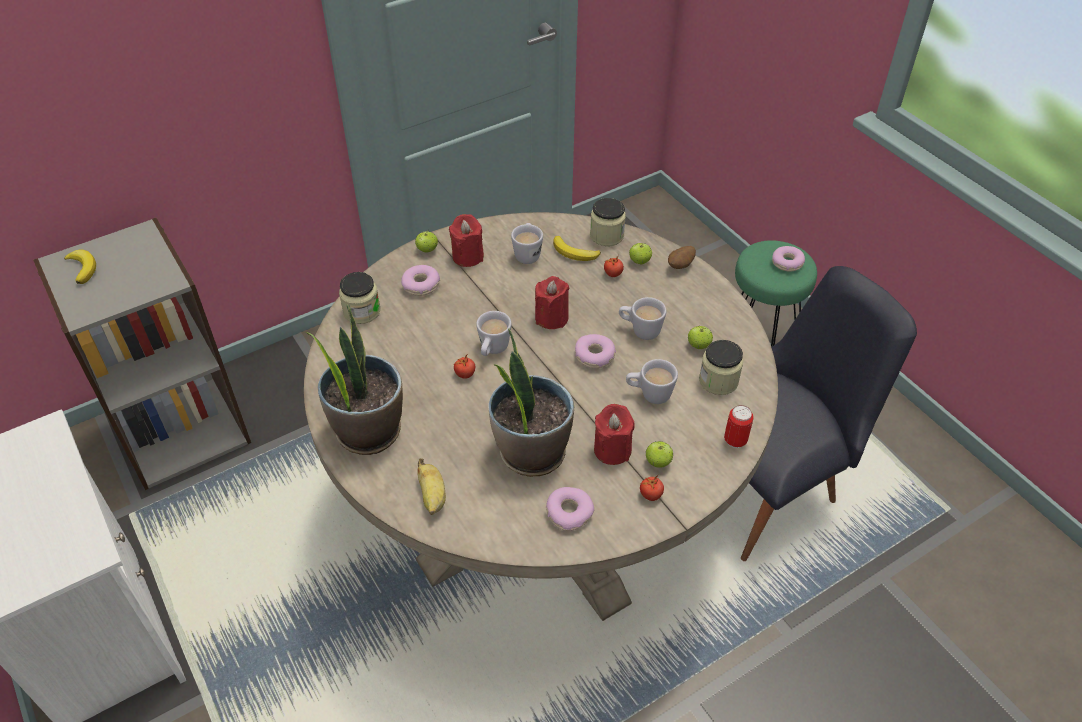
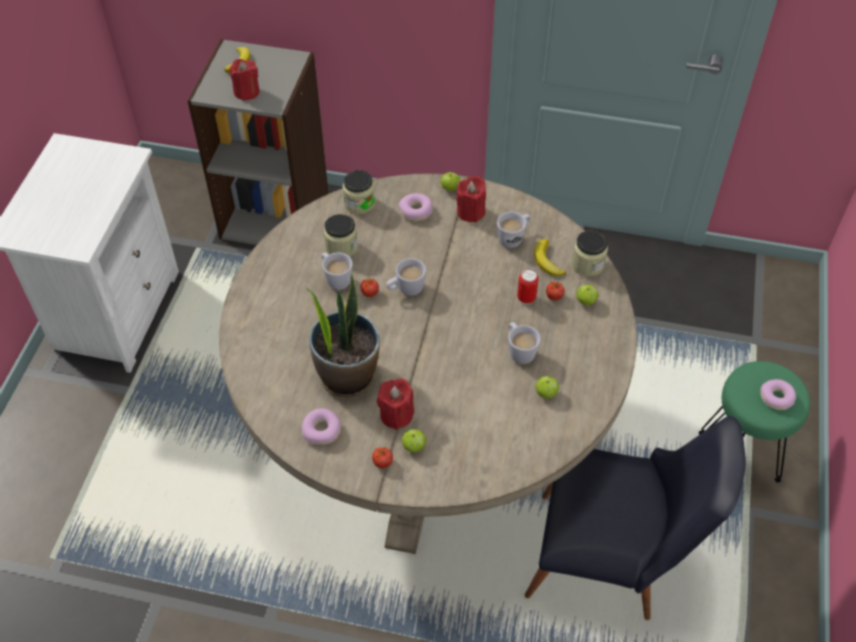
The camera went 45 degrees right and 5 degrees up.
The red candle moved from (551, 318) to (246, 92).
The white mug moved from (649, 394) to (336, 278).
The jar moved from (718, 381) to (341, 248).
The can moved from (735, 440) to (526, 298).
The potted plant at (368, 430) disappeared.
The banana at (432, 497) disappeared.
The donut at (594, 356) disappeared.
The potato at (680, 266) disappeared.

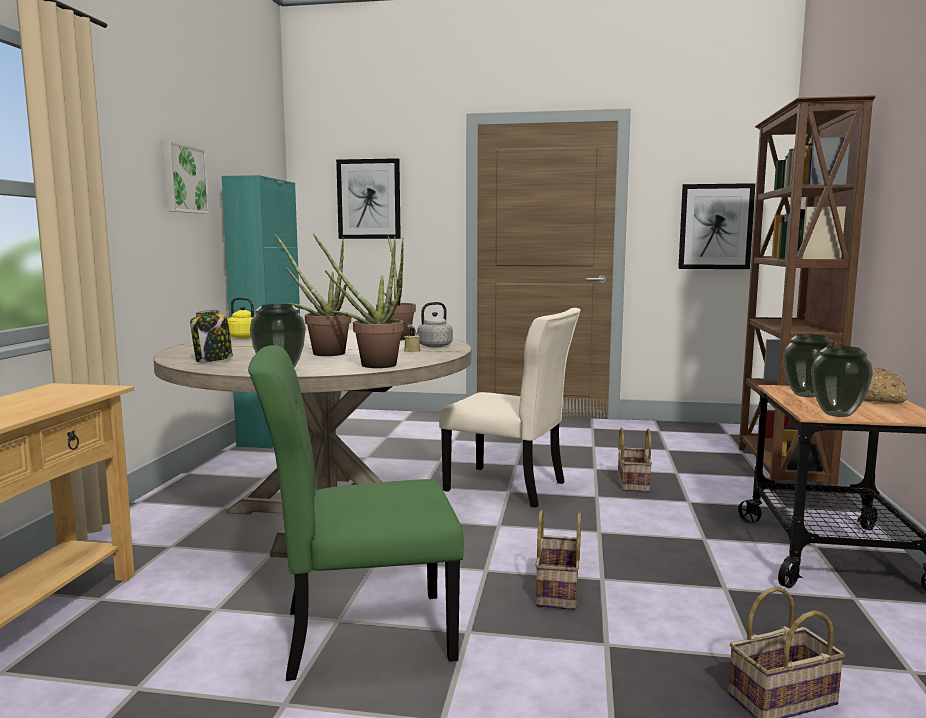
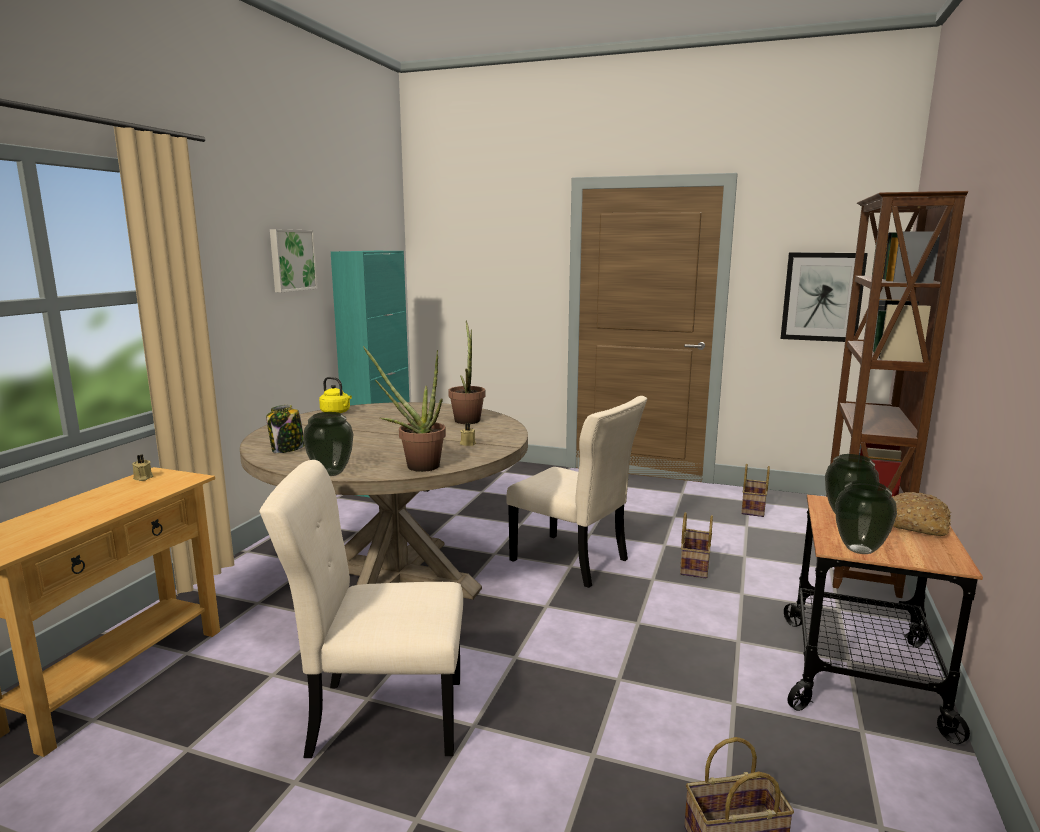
The camera went 10 degrees right and 5 degrees up.
The beige candle at (142, 478) appeared.
The green chair at (359, 634) became the beige chair at (380, 716).
The basket moved from (559, 592) to (754, 509).
The potted plant at (322, 353) disappeared.
The picture at (369, 199) disappeared.
The grey kettle at (432, 346) disappeared.

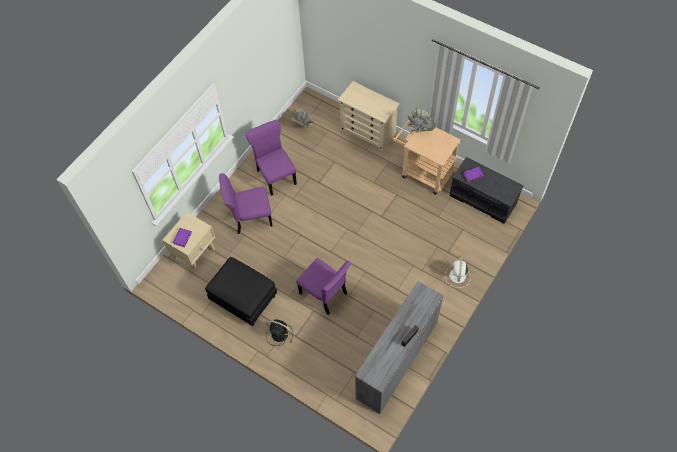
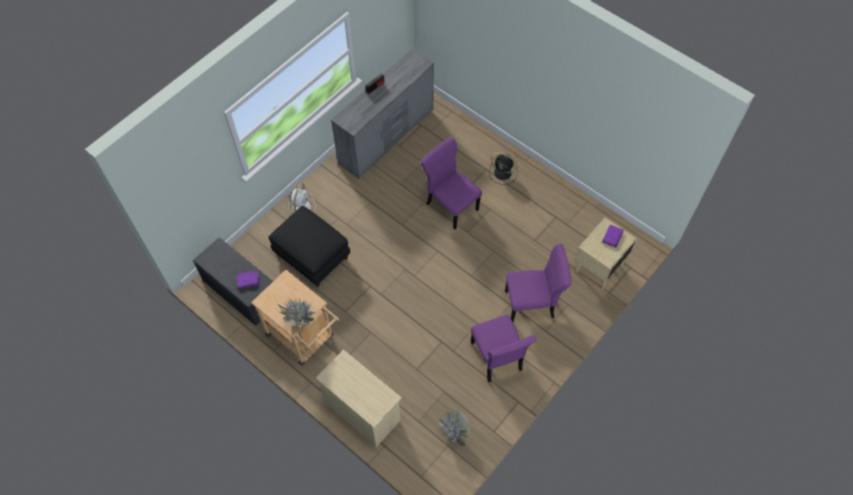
The camera went 175 degrees left and 0 degrees up.
The black ottoman moved from (244, 298) to (311, 256).

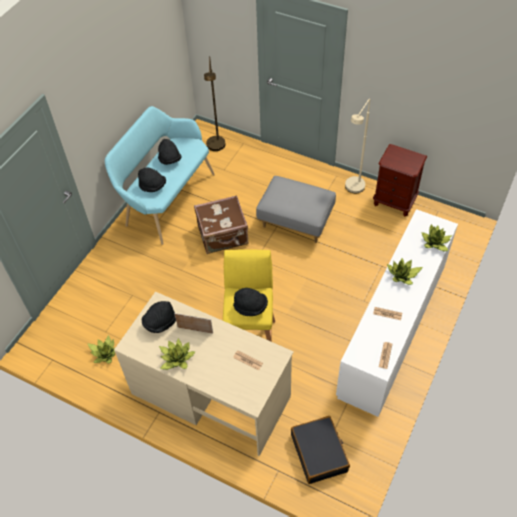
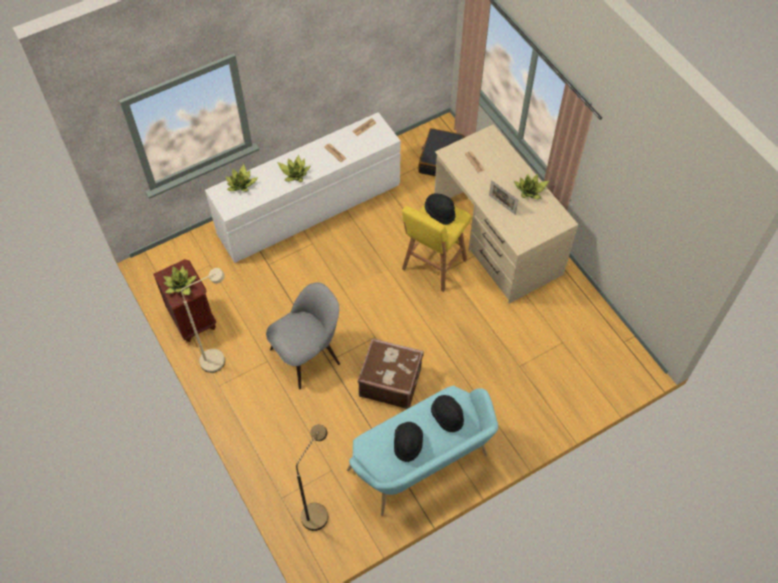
The camera went 150 degrees left and 5 degrees up.
The potted plant moved from (105, 353) to (180, 285).
The grey ottoman at (295, 222) was replaced by the grey chair at (307, 354).
The black hat at (160, 322) disappeared.

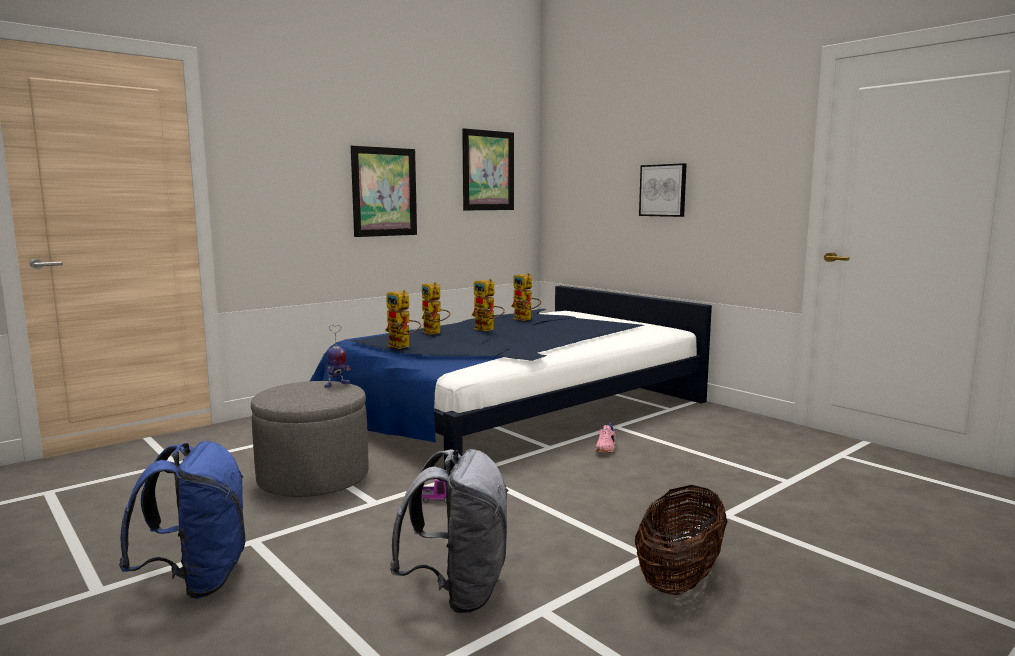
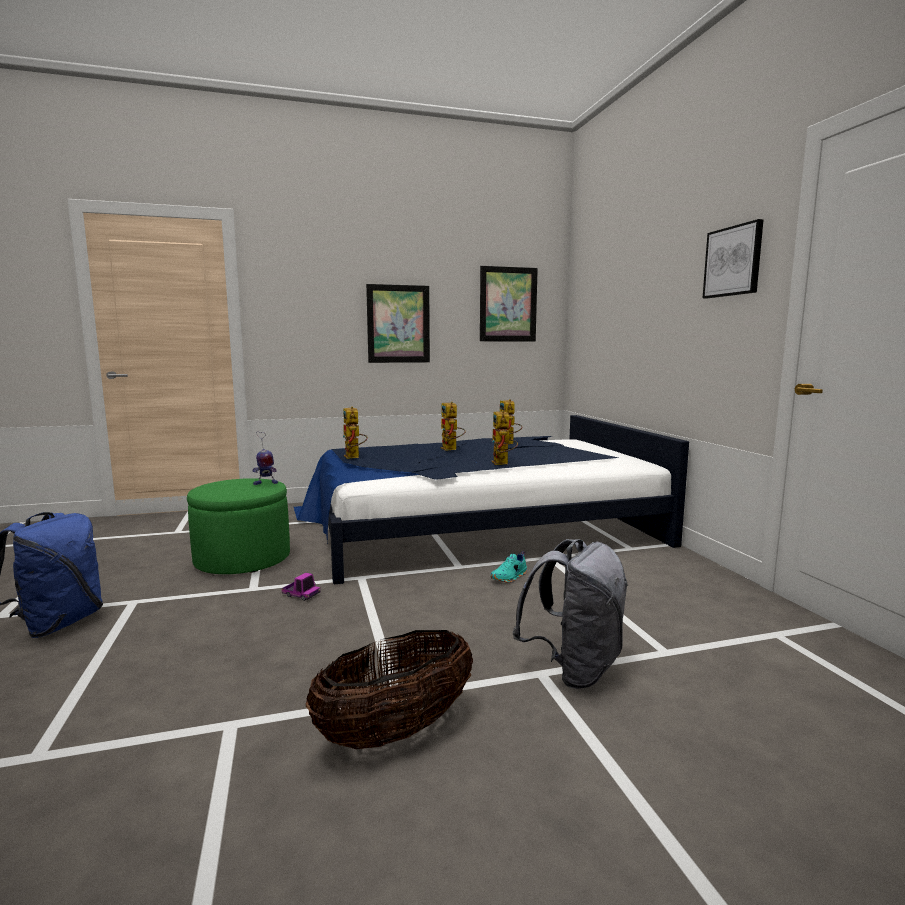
The camera went 25 degrees right and 0 degrees up.
The grey ottoman at (313, 478) became the green ottoman at (242, 559).
The pink shoe at (606, 448) became the turquoise shoe at (510, 577).
The toy robot moved from (435, 333) to (502, 463).
The grey backpack moved from (458, 592) to (574, 669).
The picture moved from (663, 190) to (733, 261).

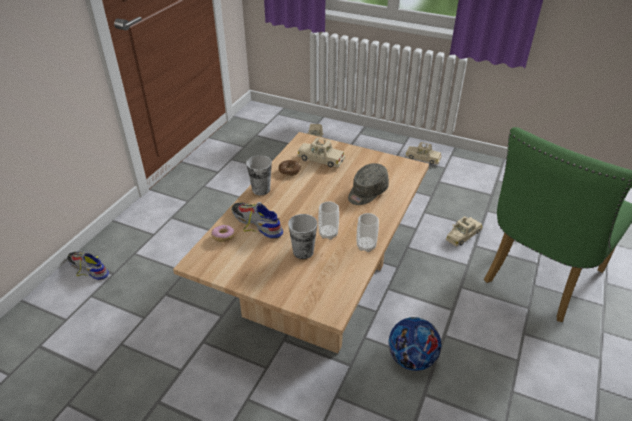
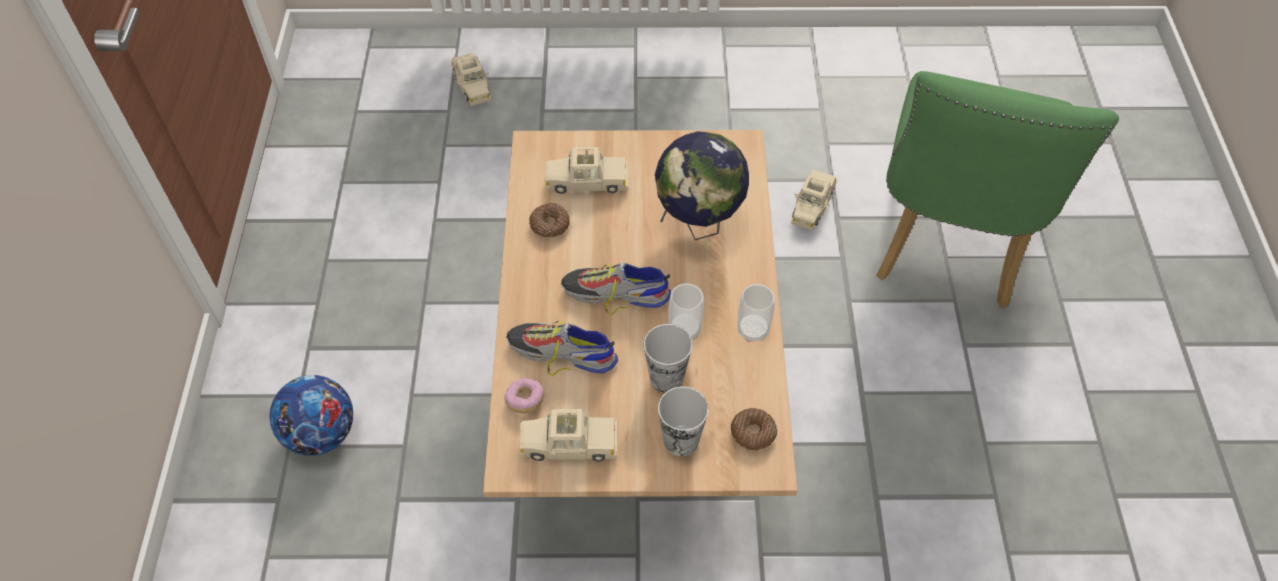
The camera went 25 degrees left and 15 degrees up.
The football moved from (411, 359) to (321, 434).
The beige toy car moved from (422, 158) to (569, 444).
The shoe moved from (88, 268) to (615, 292).
The grey cap at (367, 192) was replaced by the globe at (699, 225).
The cup moved from (261, 189) to (681, 440).
The donut at (753, 433) appeared.

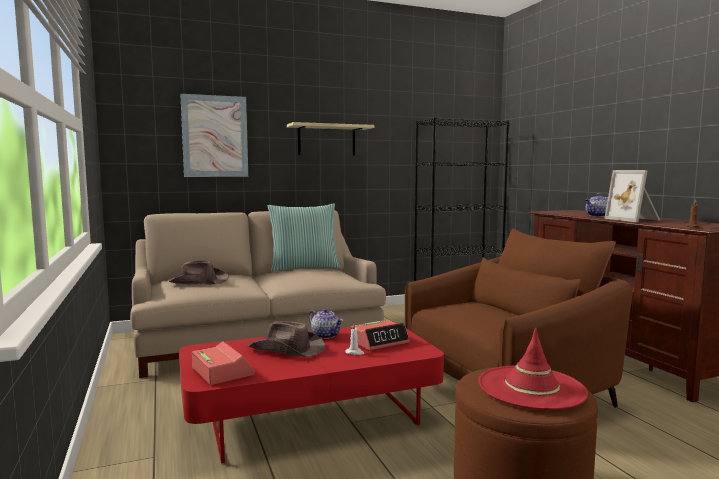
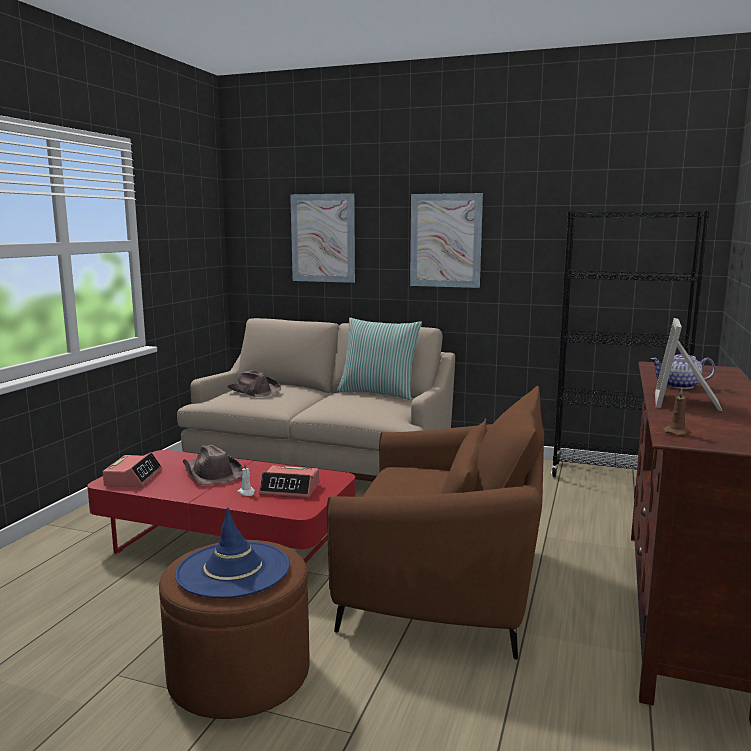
The camera went 40 degrees right and 5 degrees up.
The red hat at (531, 388) became the blue hat at (233, 570).
The beige shelf at (326, 140) was replaced by the picture at (445, 240).
The teapot at (326, 335) disappeared.

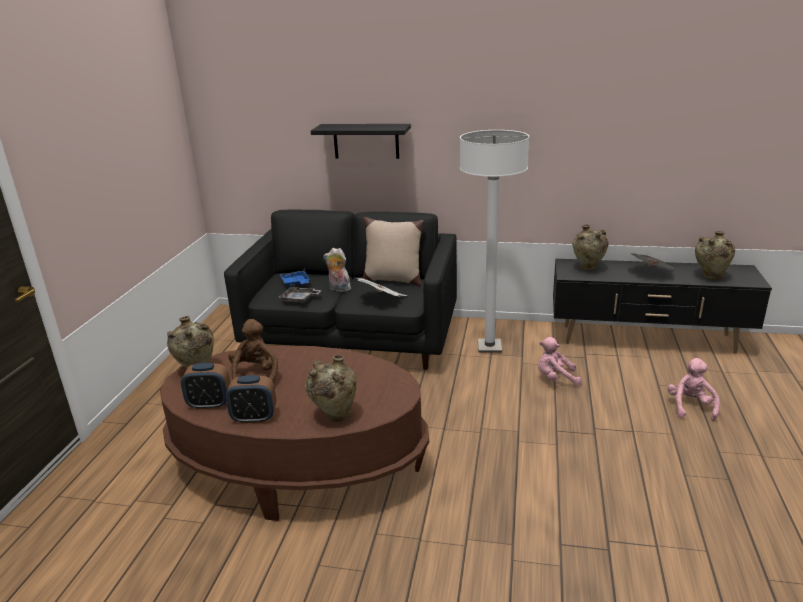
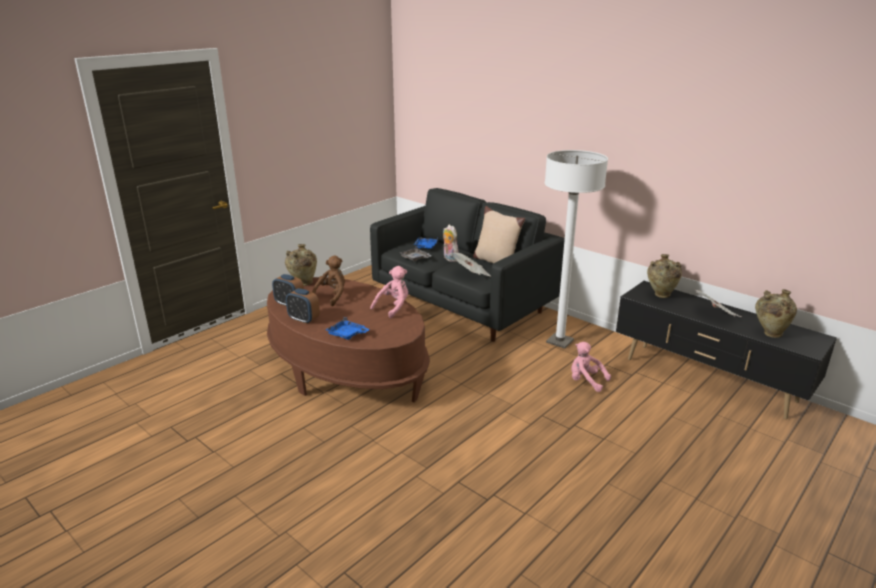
The camera went 30 degrees right and 0 degrees up.
The beige vase at (334, 416) was replaced by the blue tray at (347, 334).
The pink plush toy moved from (690, 407) to (393, 307).
The black shelf at (366, 141) disappeared.

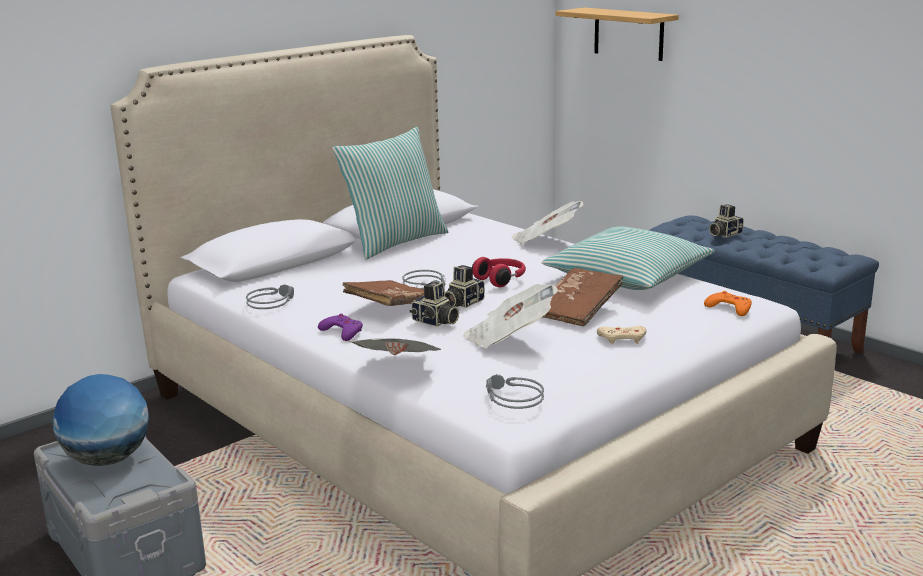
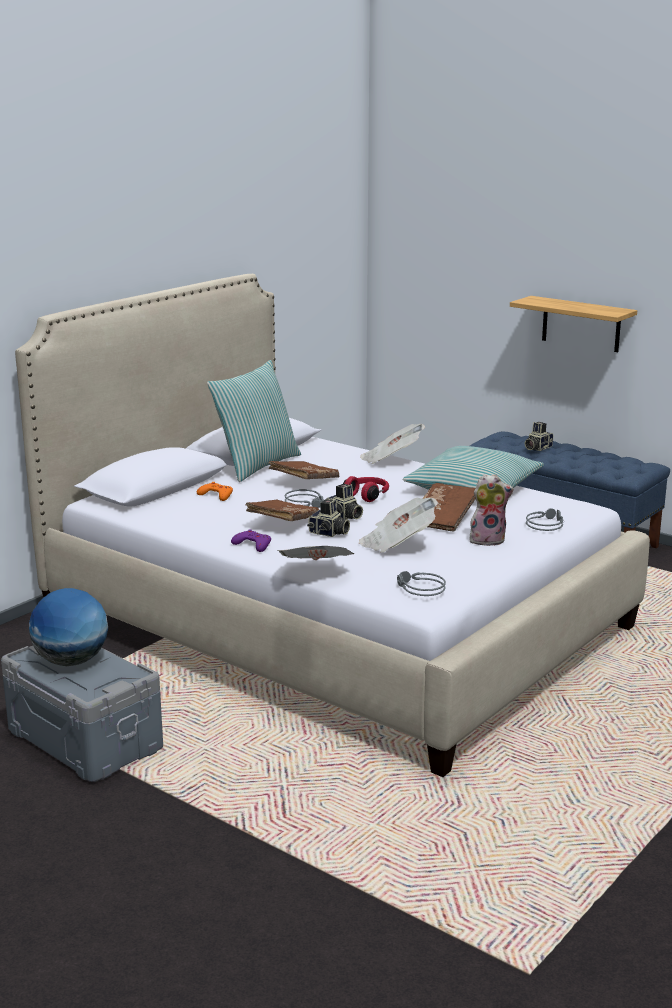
The camera went 10 degrees left and 0 degrees up.
The orange game controller moved from (729, 308) to (216, 495).
The brown book at (304, 481) appeared.
The photo camera at (462, 303) turned 75 degrees counterclockwise.
The beige game controller at (622, 339) was replaced by the plush toy at (488, 540).
The shelf moved from (628, 34) to (581, 324).
The grey headphones moved from (270, 302) to (544, 524).

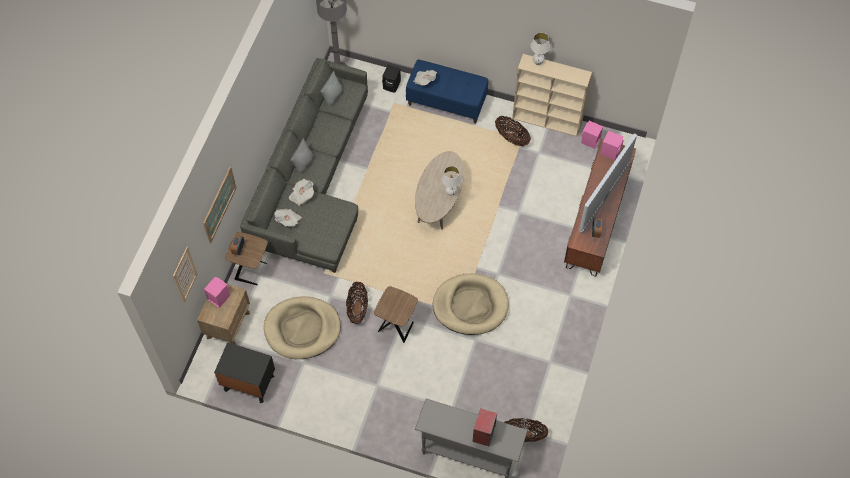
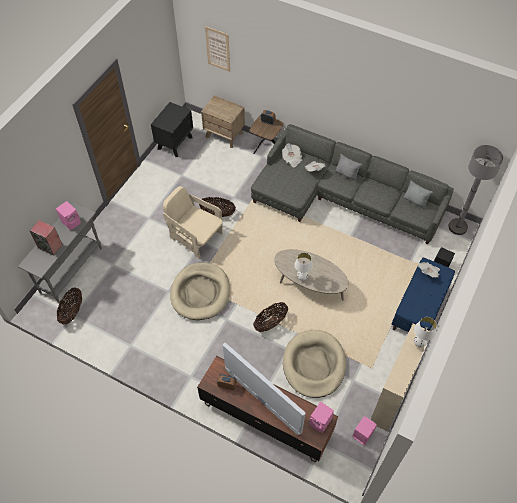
The camera went 100 degrees right and 5 degrees down.
The pink speaker moved from (218, 297) to (71, 222).
The brown side table at (396, 326) was replaced by the beige armchair at (195, 237).
The basket moved from (512, 138) to (270, 323).
The beige dog bed moved from (302, 329) to (314, 365).
The picture at (219, 204) disappeared.

